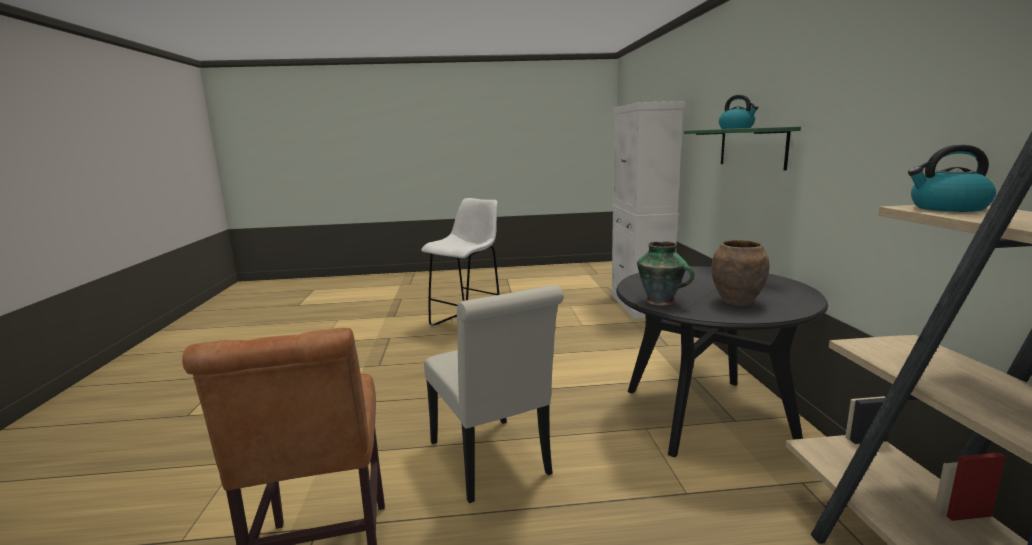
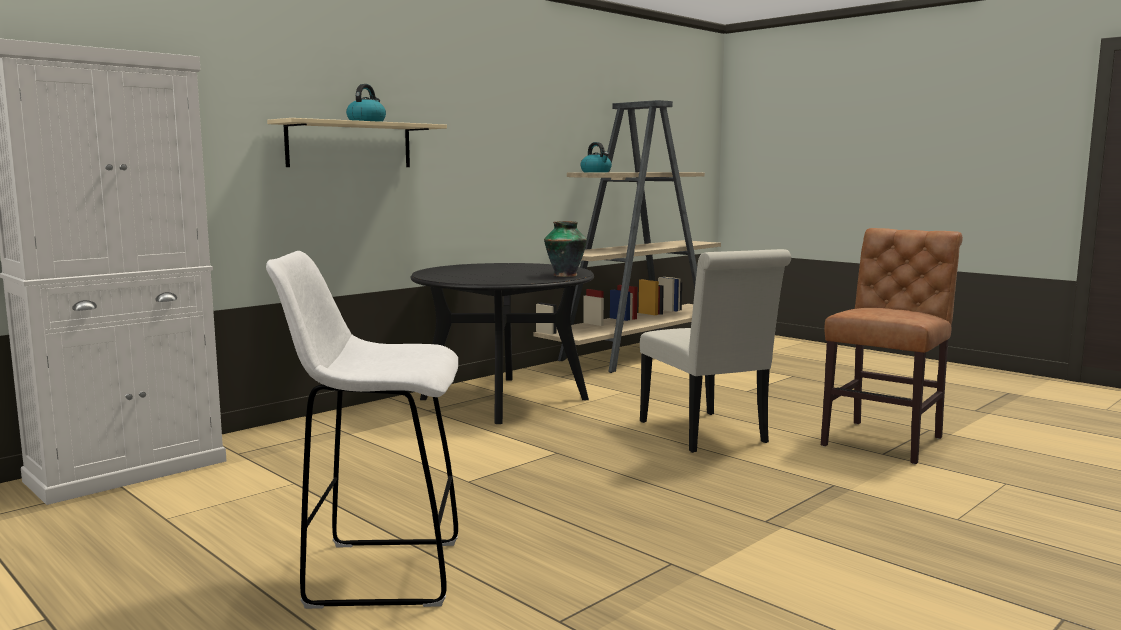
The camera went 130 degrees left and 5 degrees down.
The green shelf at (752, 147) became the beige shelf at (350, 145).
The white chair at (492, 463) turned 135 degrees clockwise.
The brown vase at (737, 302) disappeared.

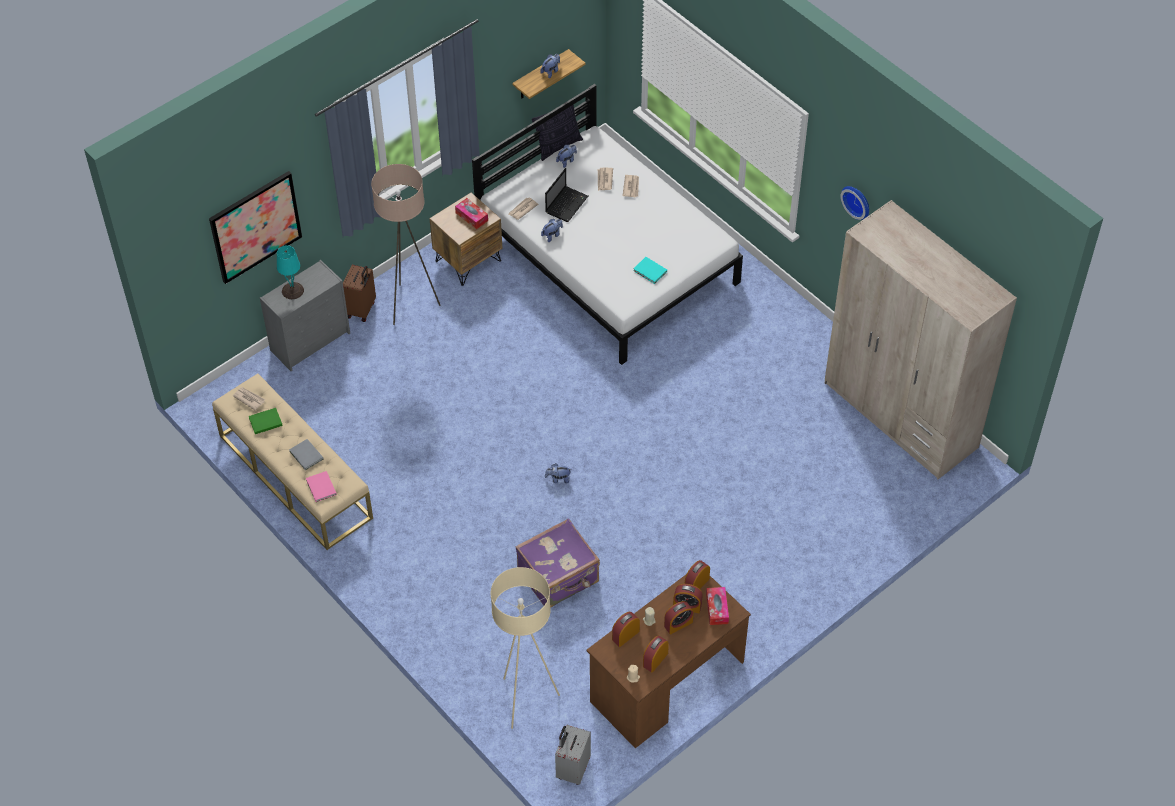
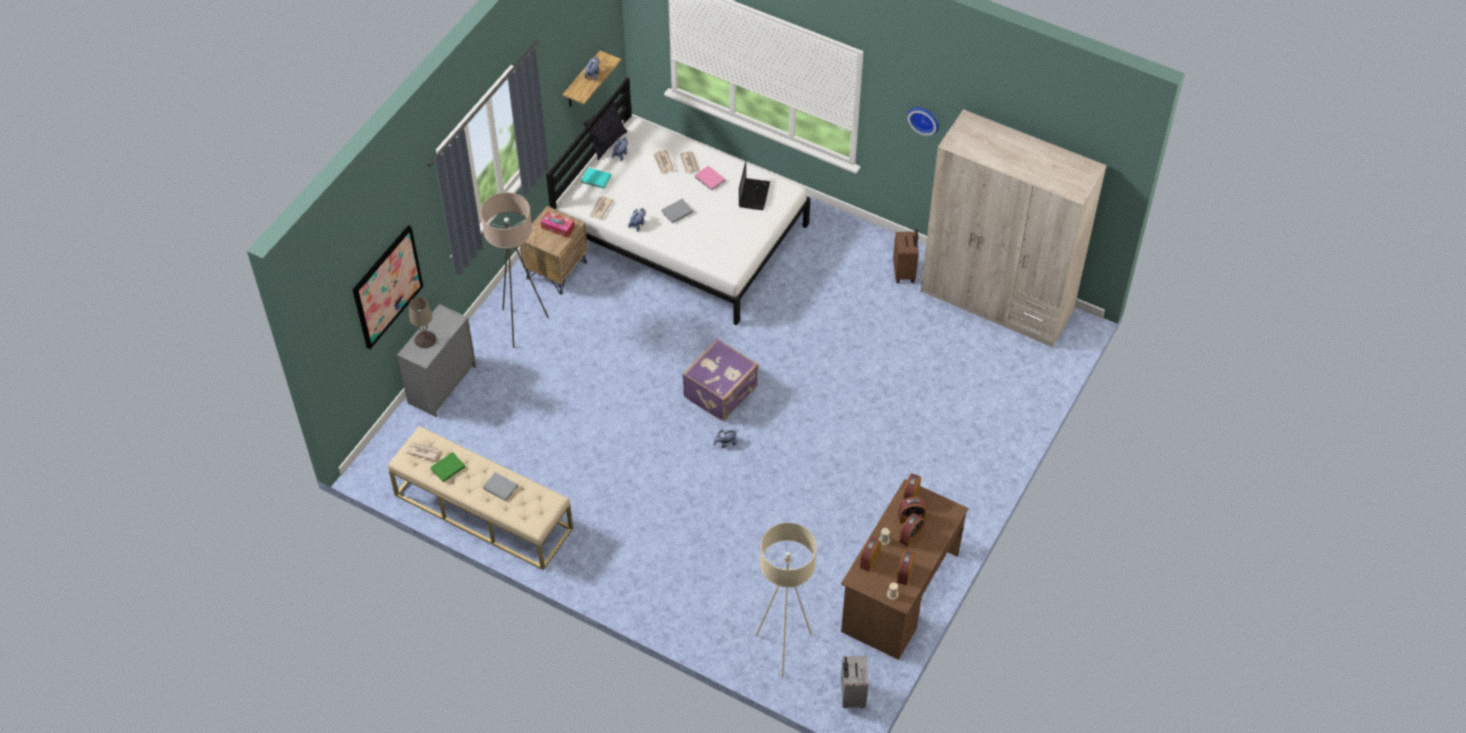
The camera went 20 degrees left and 0 degrees up.
The turquoise table lamp at (293, 291) became the beige table lamp at (426, 339).
The turquoise book moved from (650, 272) to (596, 179).
The grey book at (676, 212) appeared.
The purple suitcase moved from (559, 577) to (721, 393).
The pink book moved from (321, 488) to (710, 179).
The laptop moved from (567, 204) to (754, 194).
The brown suitcase moved from (362, 310) to (904, 272).
The tissue box at (717, 609) disappeared.

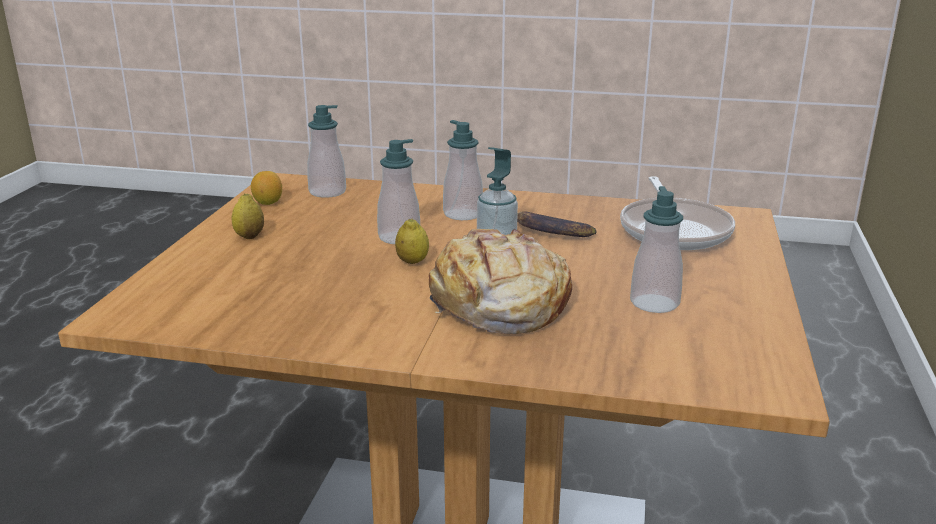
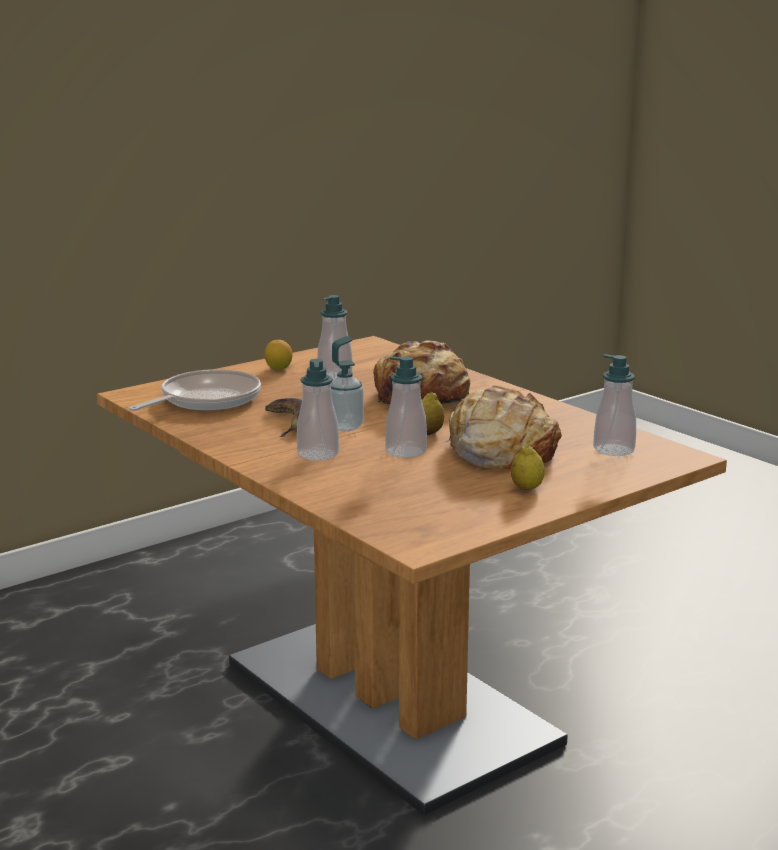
The camera went 140 degrees left and 5 degrees down.
The lemon moved from (268, 202) to (278, 368).
The bread at (500, 451) appeared.
The soap dispenser moved from (327, 192) to (614, 450).

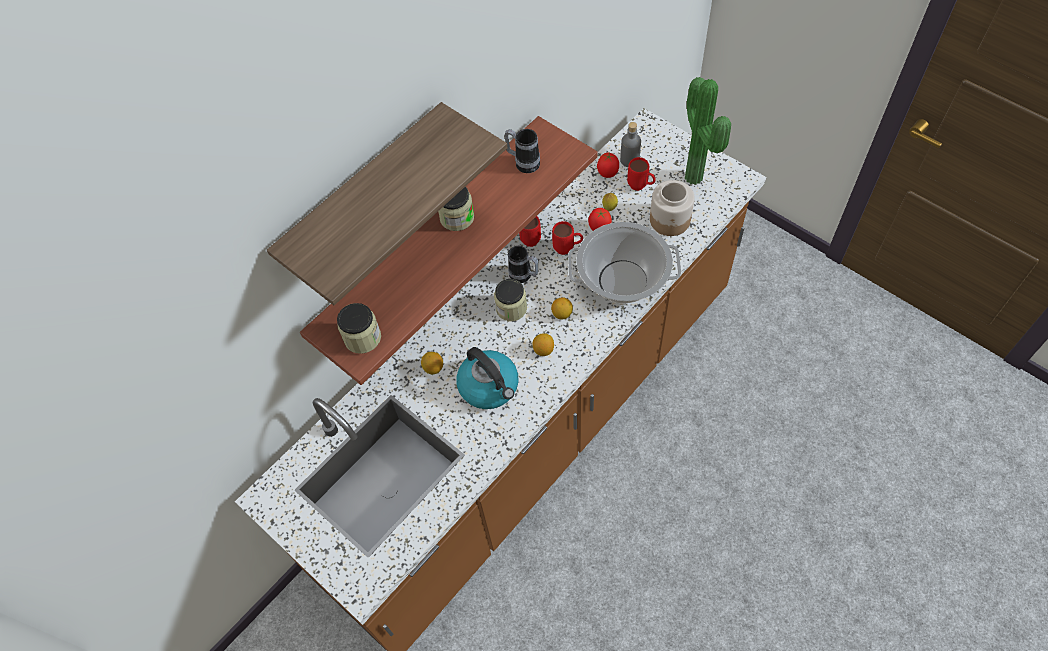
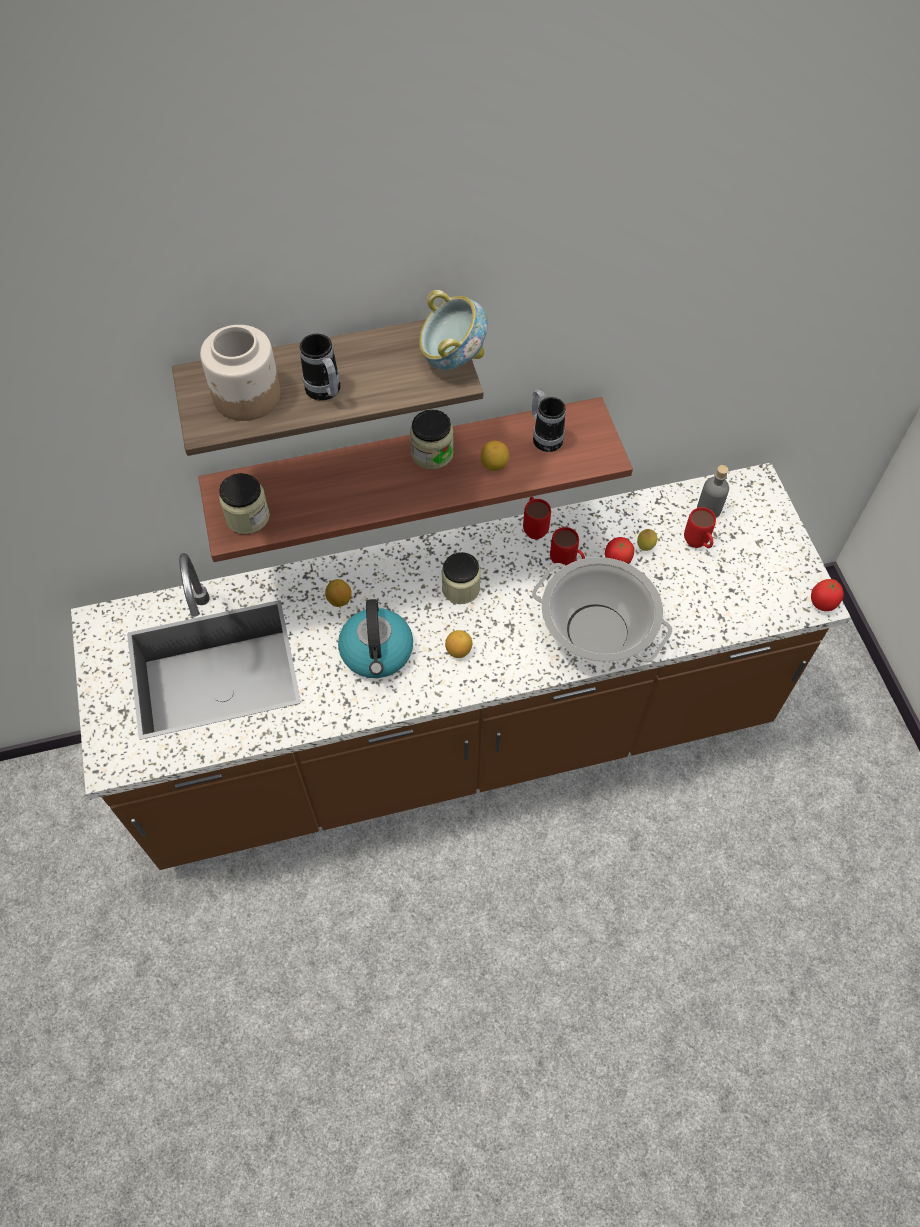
The camera went 30 degrees right and 0 degrees up.
The jar moved from (670, 220) to (247, 396).
The mug moved from (524, 276) to (325, 393).
The bowl at (452, 359) appeared.
The lemon moved from (562, 314) to (494, 465).
The tomato moved from (608, 174) to (822, 604).
The potted plant at (697, 176) disappeared.

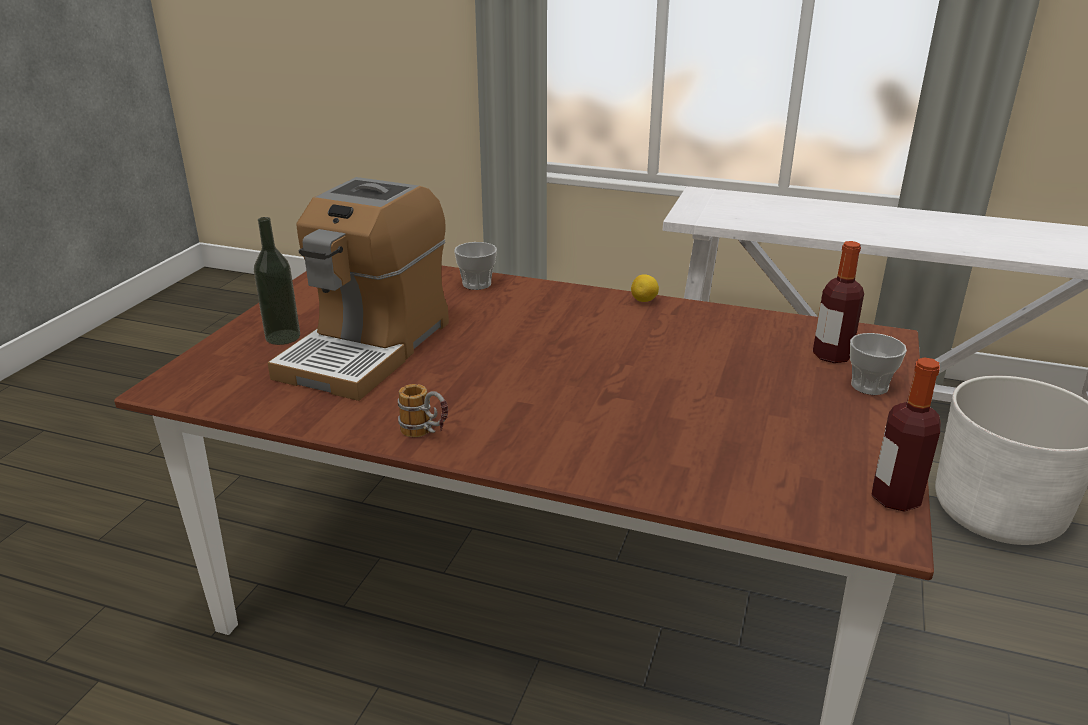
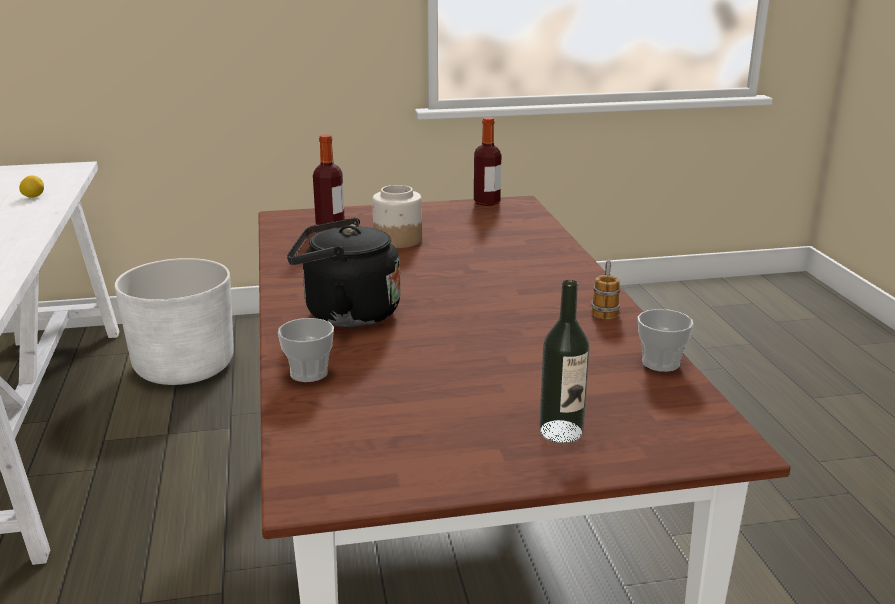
The camera went 120 degrees left and 5 degrees down.
The lemon moved from (644, 301) to (33, 196).
The black kettle at (345, 314) appeared.
The jar at (397, 240) appeared.
The cup moved from (869, 386) to (660, 363).
The coffee machine at (368, 348) disappeared.

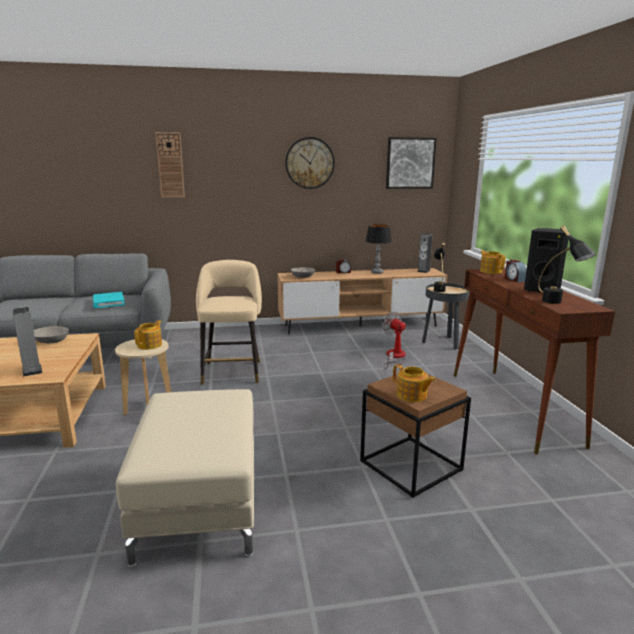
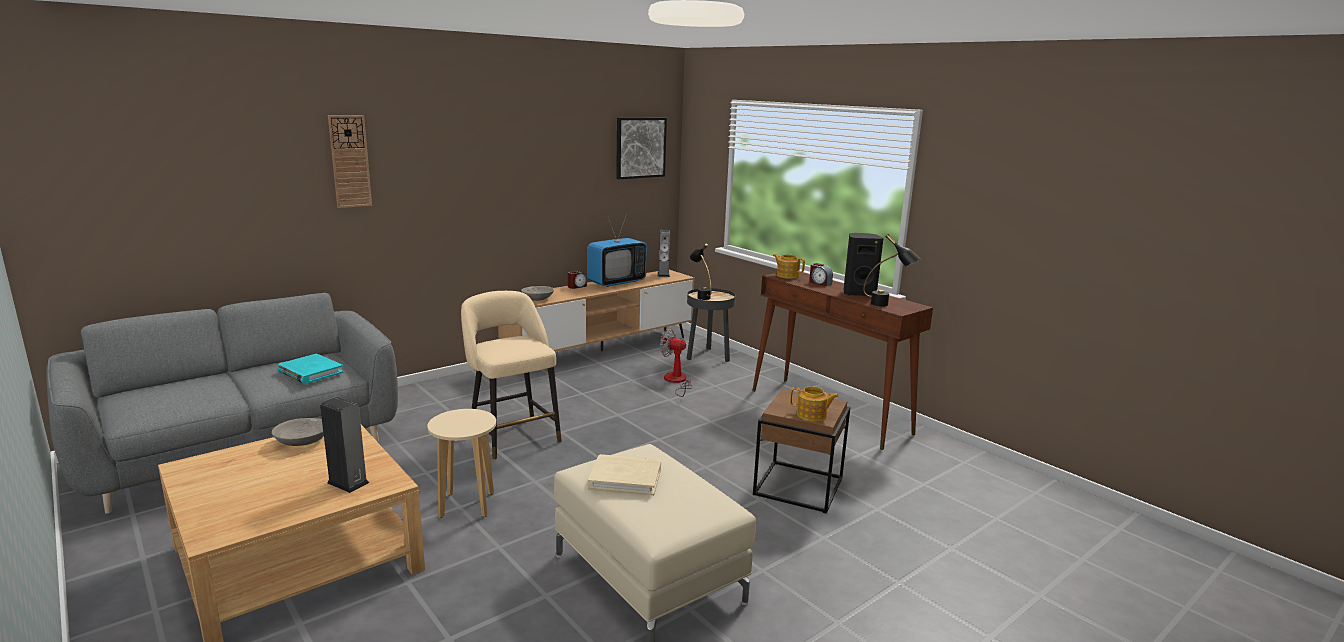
The camera went 30 degrees left and 0 degrees up.
The table lamp at (377, 272) was replaced by the television at (616, 282).
The beige book at (625, 478) appeared.
The teapot at (150, 345) disappeared.
The wall clock at (309, 163) disappeared.

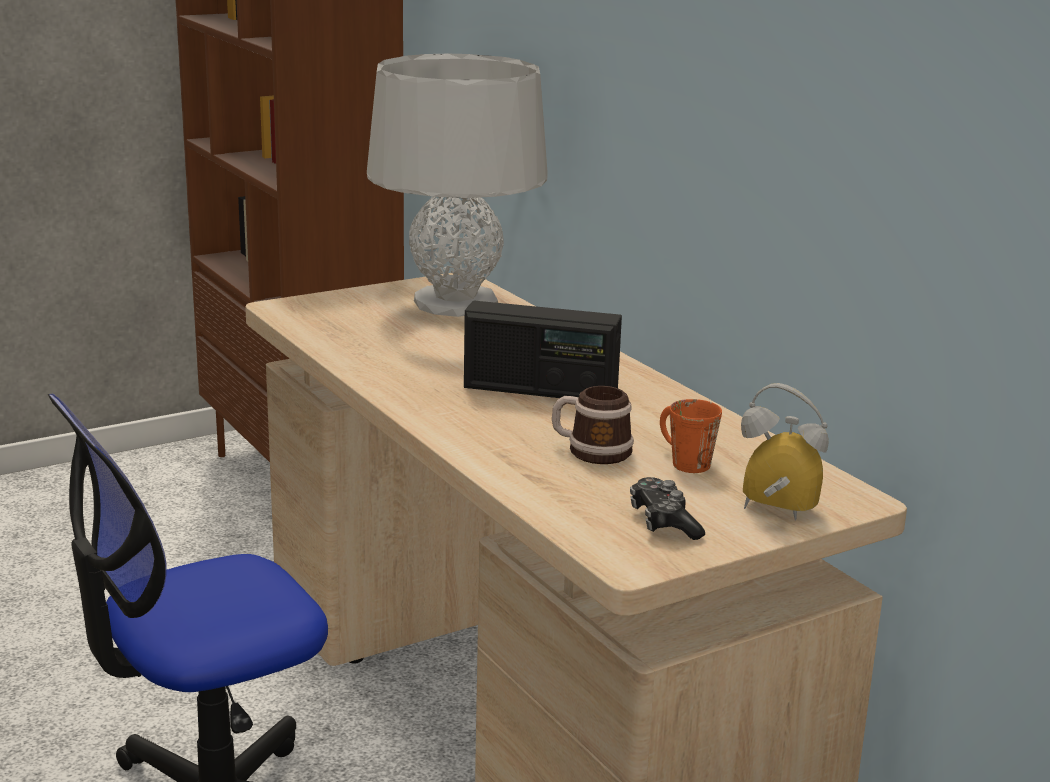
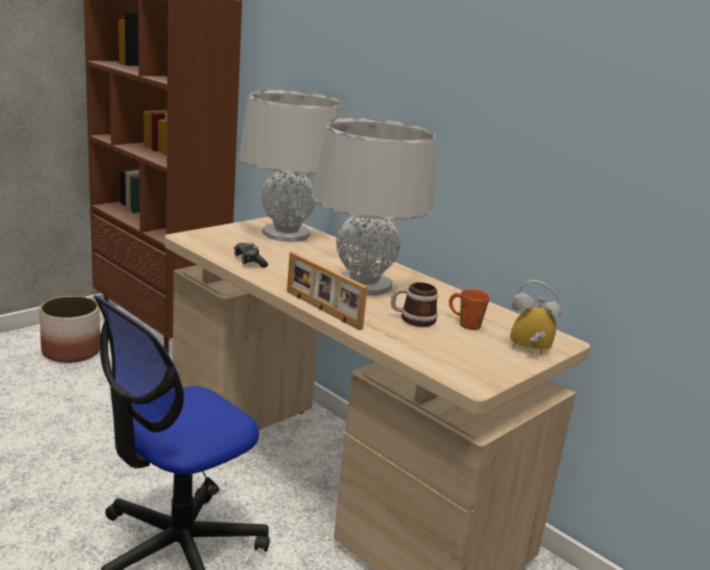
The camera went 15 degrees left and 0 degrees up.
The planter at (72, 351) appeared.
The game controller moved from (663, 522) to (249, 261).
The picture frame at (321, 310) appeared.
The radio at (540, 390) was replaced by the grey table lamp at (364, 284).

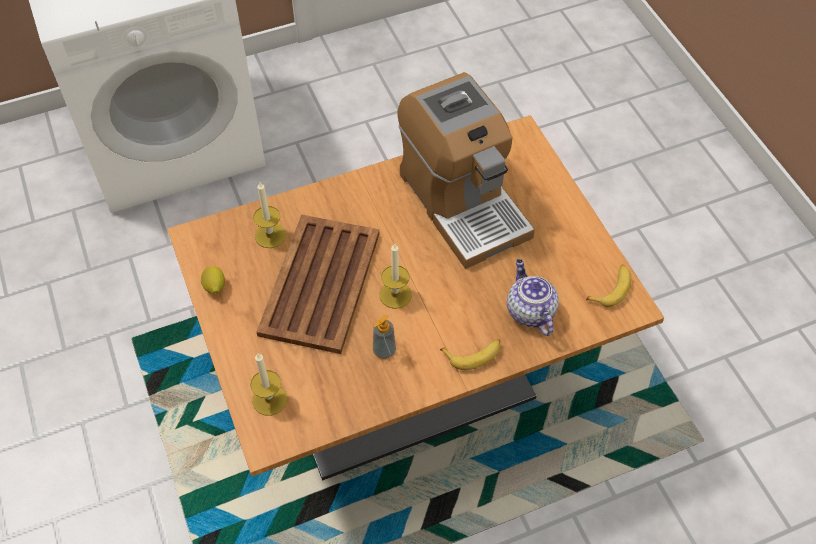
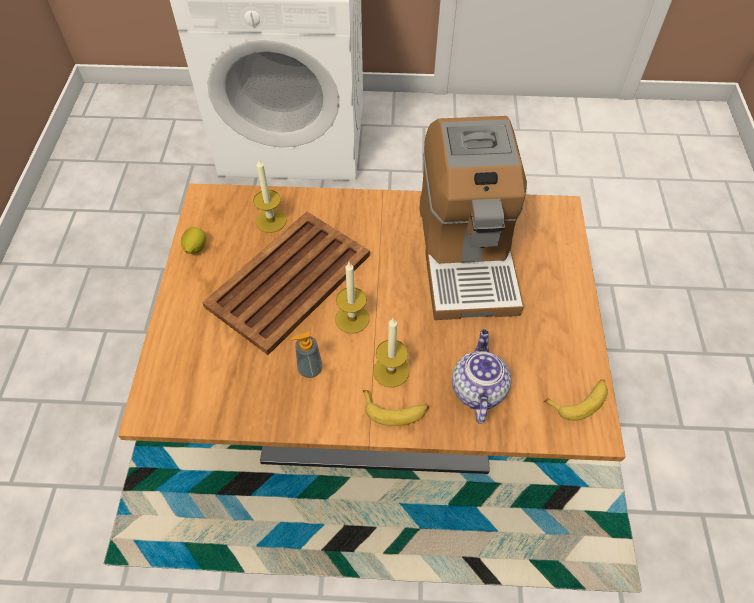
The camera went 25 degrees right and 0 degrees up.
The candle moved from (269, 399) to (391, 371).

